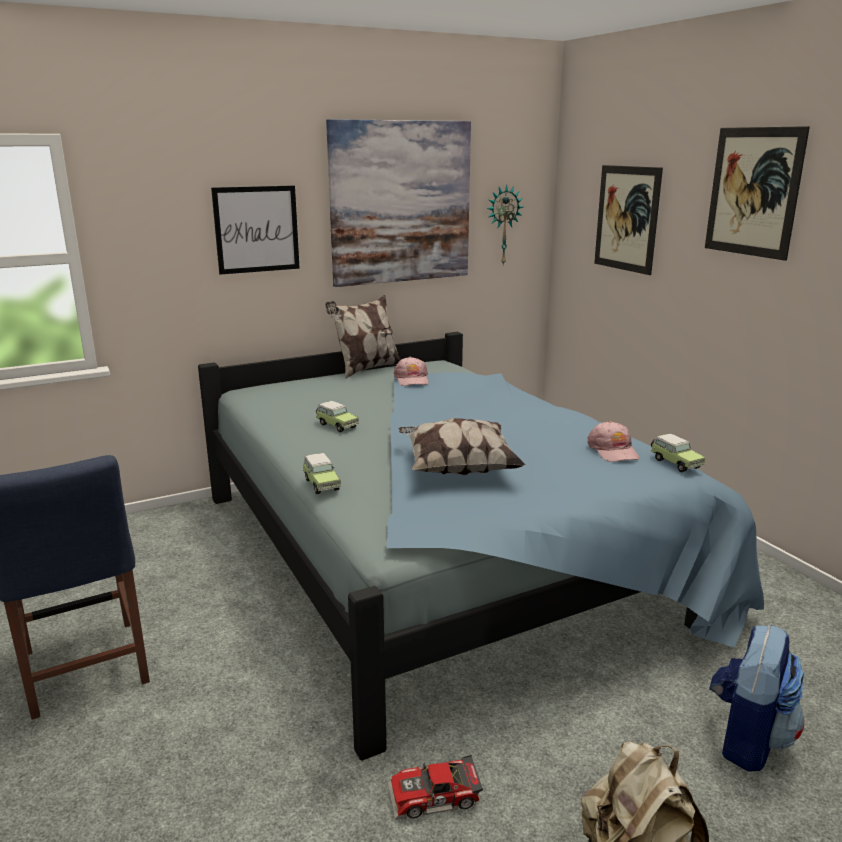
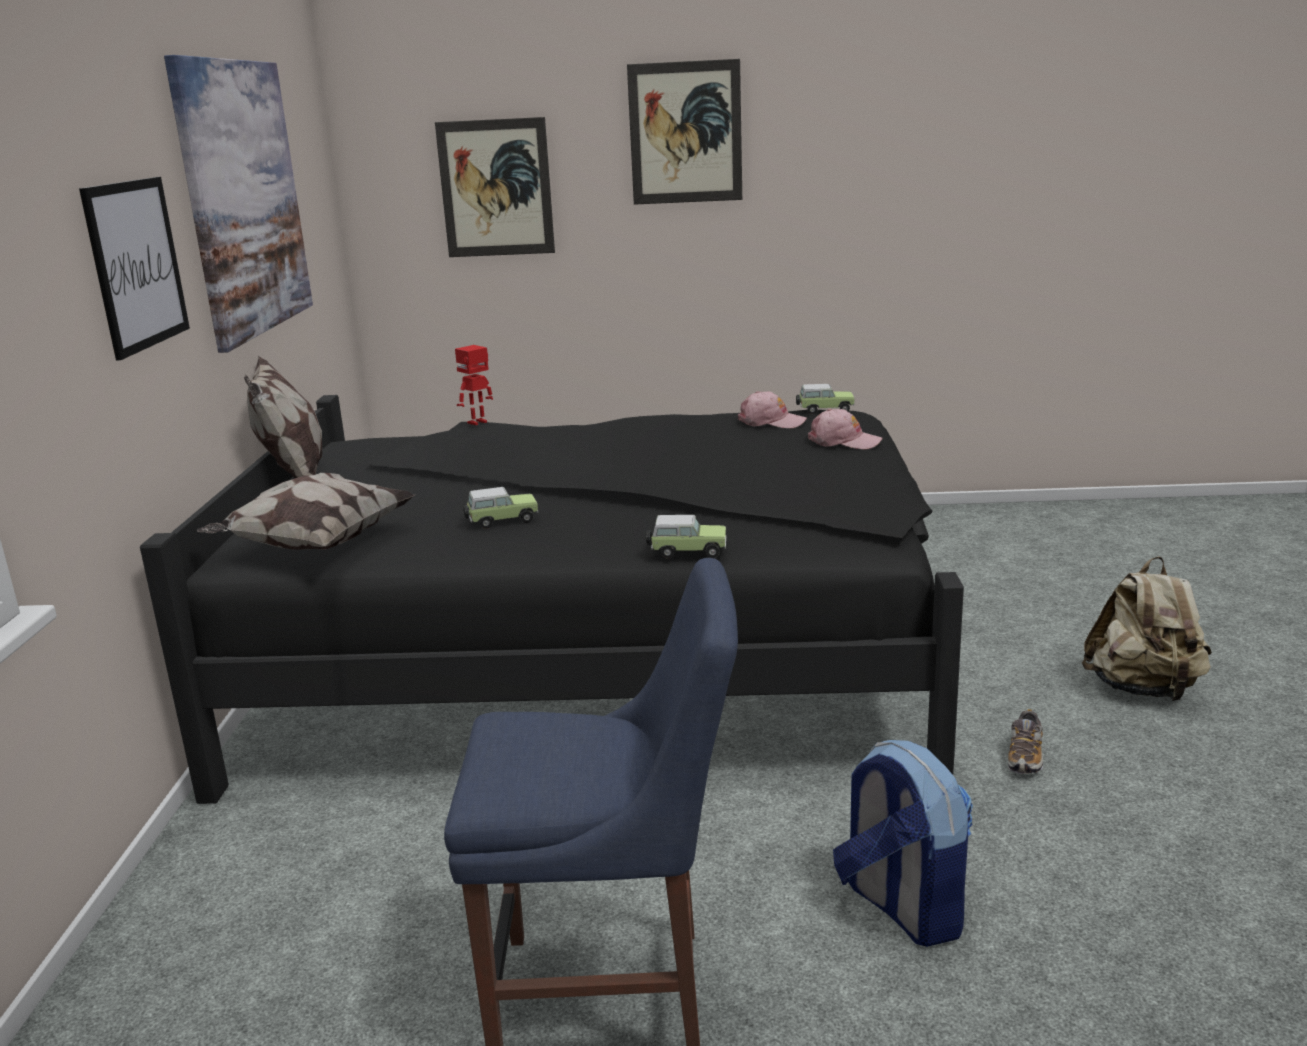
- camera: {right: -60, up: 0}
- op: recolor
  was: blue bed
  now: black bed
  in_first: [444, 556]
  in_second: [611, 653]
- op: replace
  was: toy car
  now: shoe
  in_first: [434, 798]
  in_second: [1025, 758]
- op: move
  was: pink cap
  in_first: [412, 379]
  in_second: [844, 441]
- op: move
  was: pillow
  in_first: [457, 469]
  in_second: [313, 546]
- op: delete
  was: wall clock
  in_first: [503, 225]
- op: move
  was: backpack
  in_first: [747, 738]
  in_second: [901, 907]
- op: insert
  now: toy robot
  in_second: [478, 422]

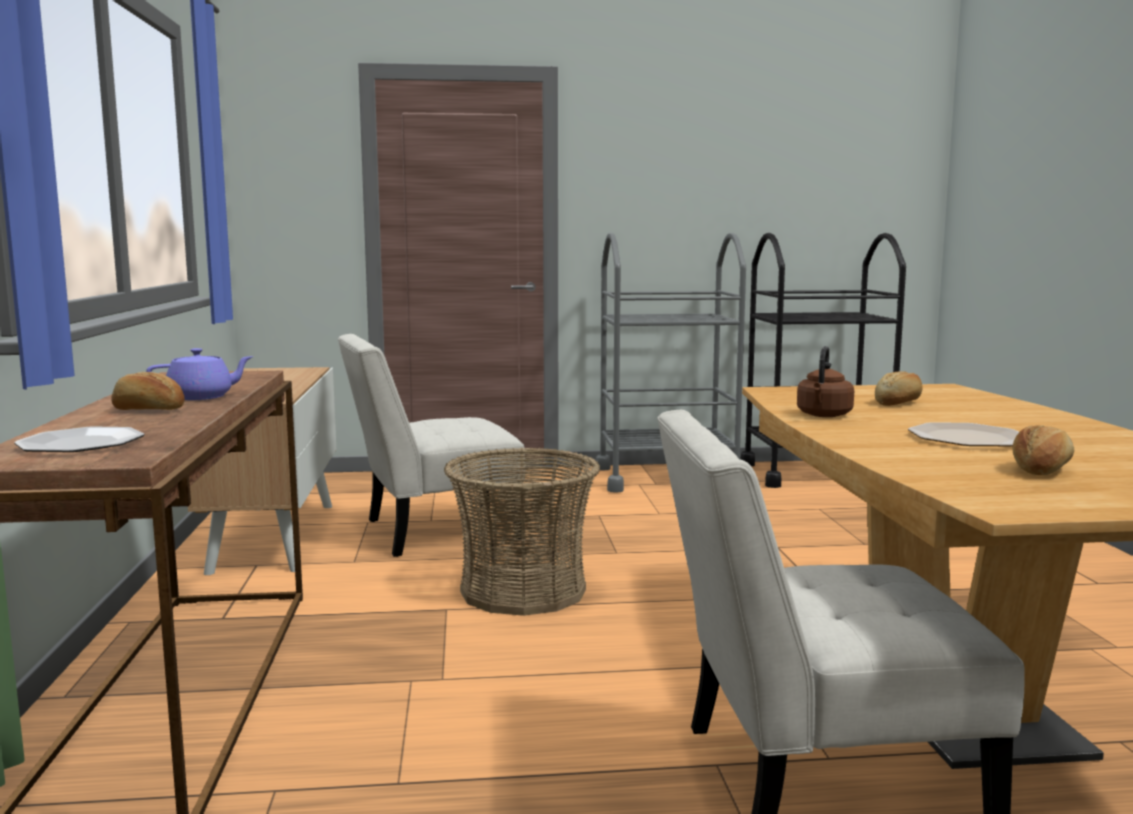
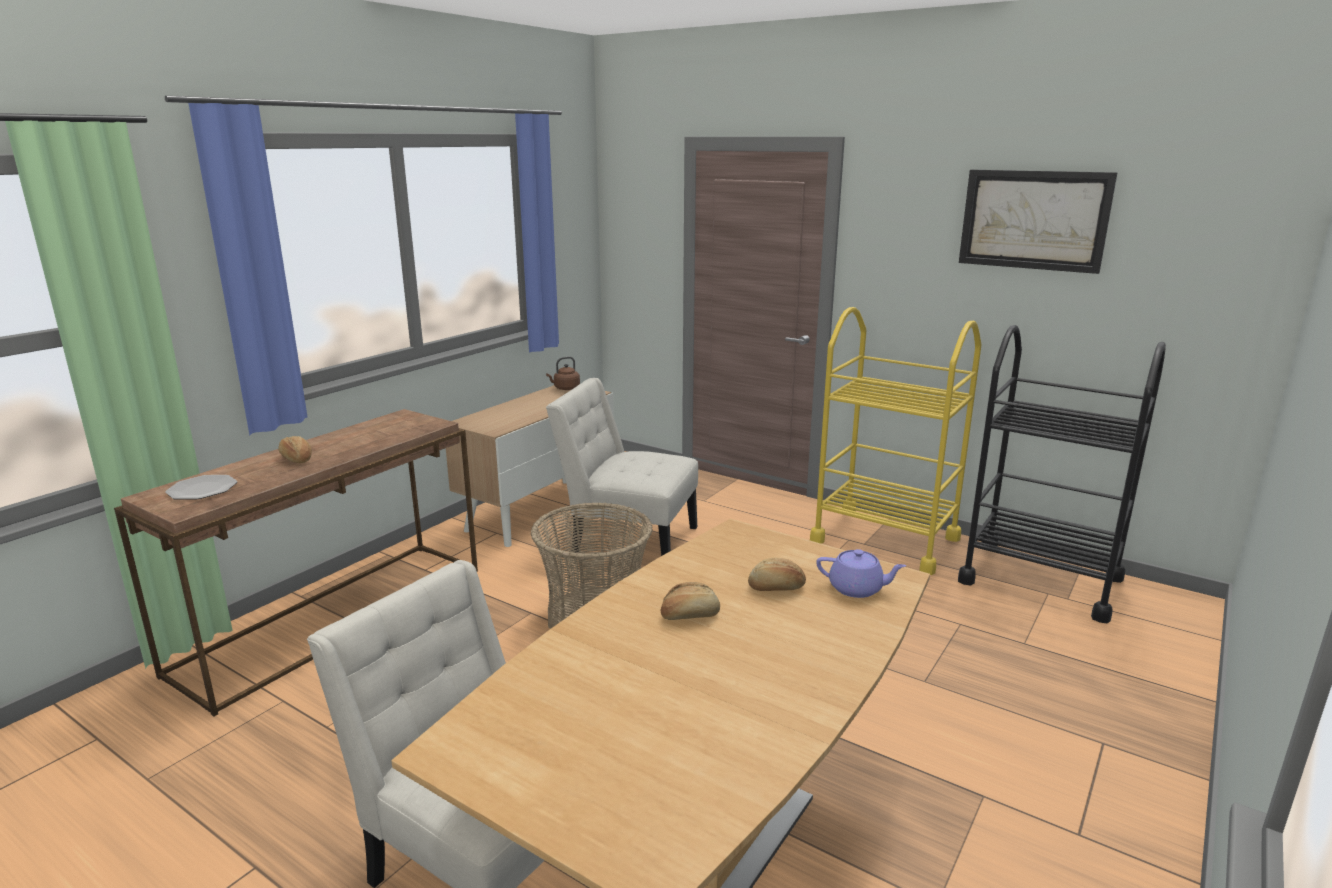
- camera: {right: 40, up: 10}
- op: move
  was: purple teapot
  in_first: [202, 397]
  in_second: [857, 589]
- op: recolor
  was: grey cart
  now: yellow cart
  in_first: [666, 478]
  in_second: [885, 539]
- op: move
  was: brown kettle
  in_first: [823, 415]
  in_second: [565, 388]
- op: delete
  was: plate
  in_first: [968, 438]
- op: move
  was: bread
  in_first: [1040, 470]
  in_second: [689, 615]
- op: insert
  now: picture
  in_second: [1033, 220]

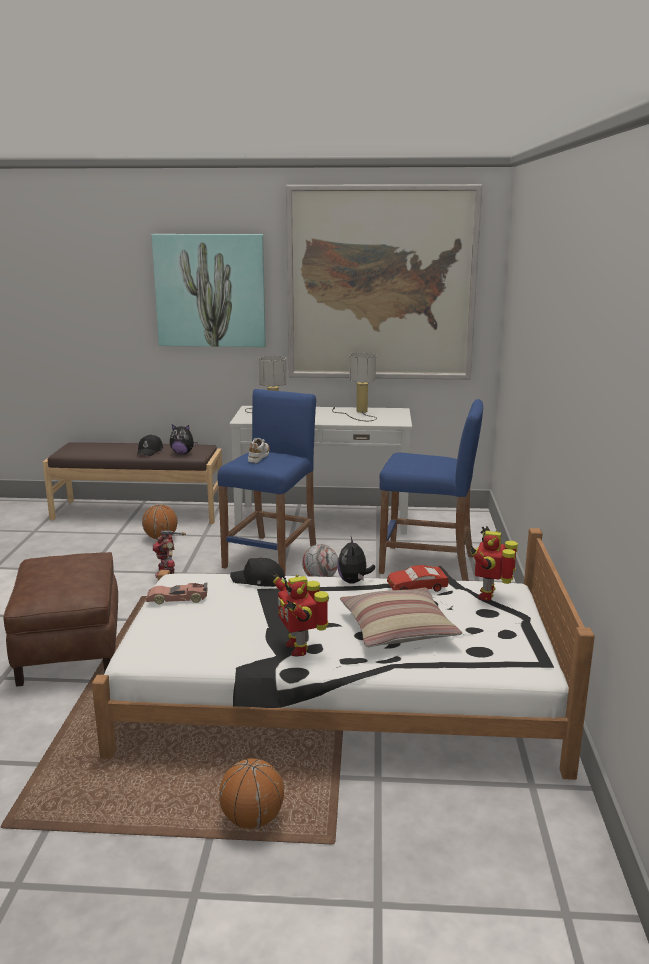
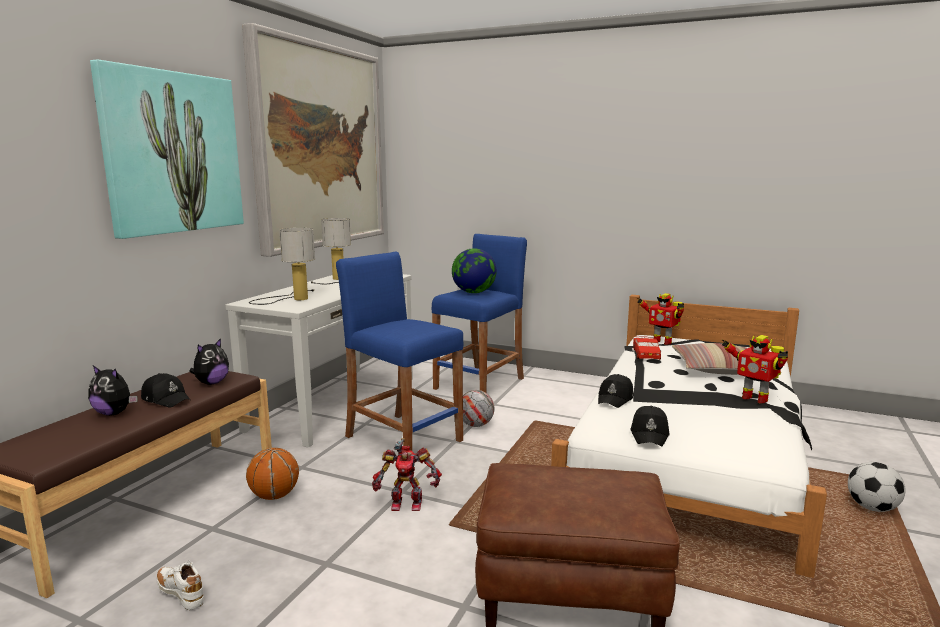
- camera: {right: -70, up: -5}
- op: replace
  was: toy car
  now: black cap
  in_first: [177, 599]
  in_second: [650, 434]
- op: replace
  was: basketball
  now: football
  in_first: [252, 819]
  in_second: [872, 508]
- op: move
  was: white shoe
  in_first: [259, 458]
  in_second: [181, 594]
- op: rotate
  was: toy robot
  in_first: [298, 648]
  in_second: [754, 398]
  clockwise: 45
- op: move
  was: plush toy
  in_first: [354, 581]
  in_second: [114, 413]
- op: insert
  now: globe
  in_second: [474, 292]

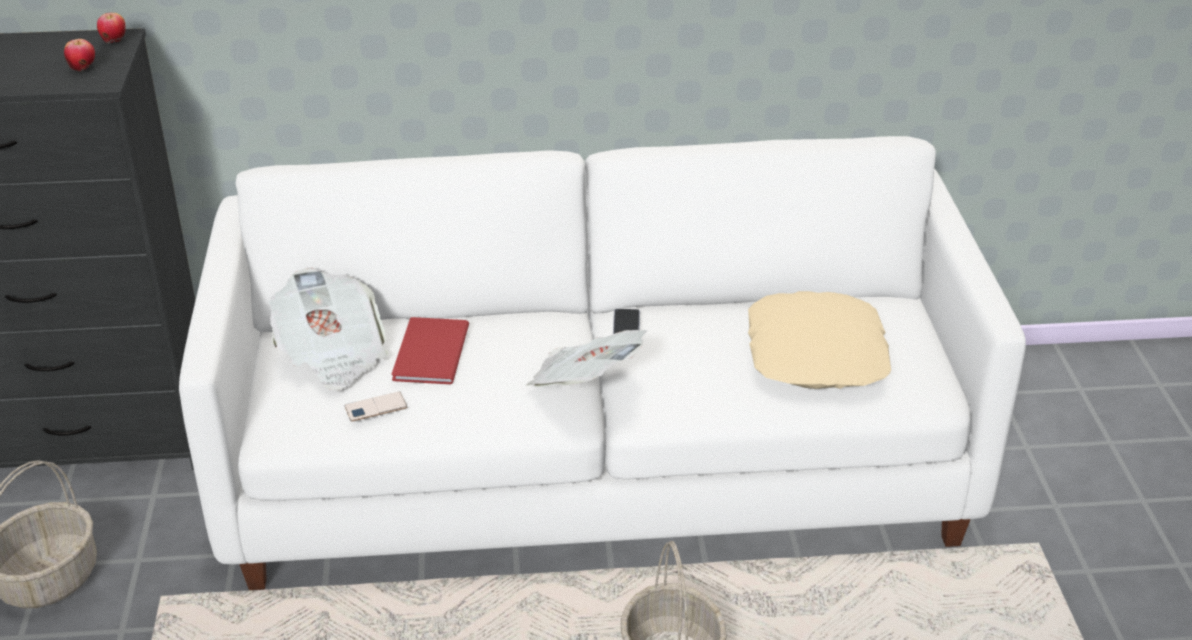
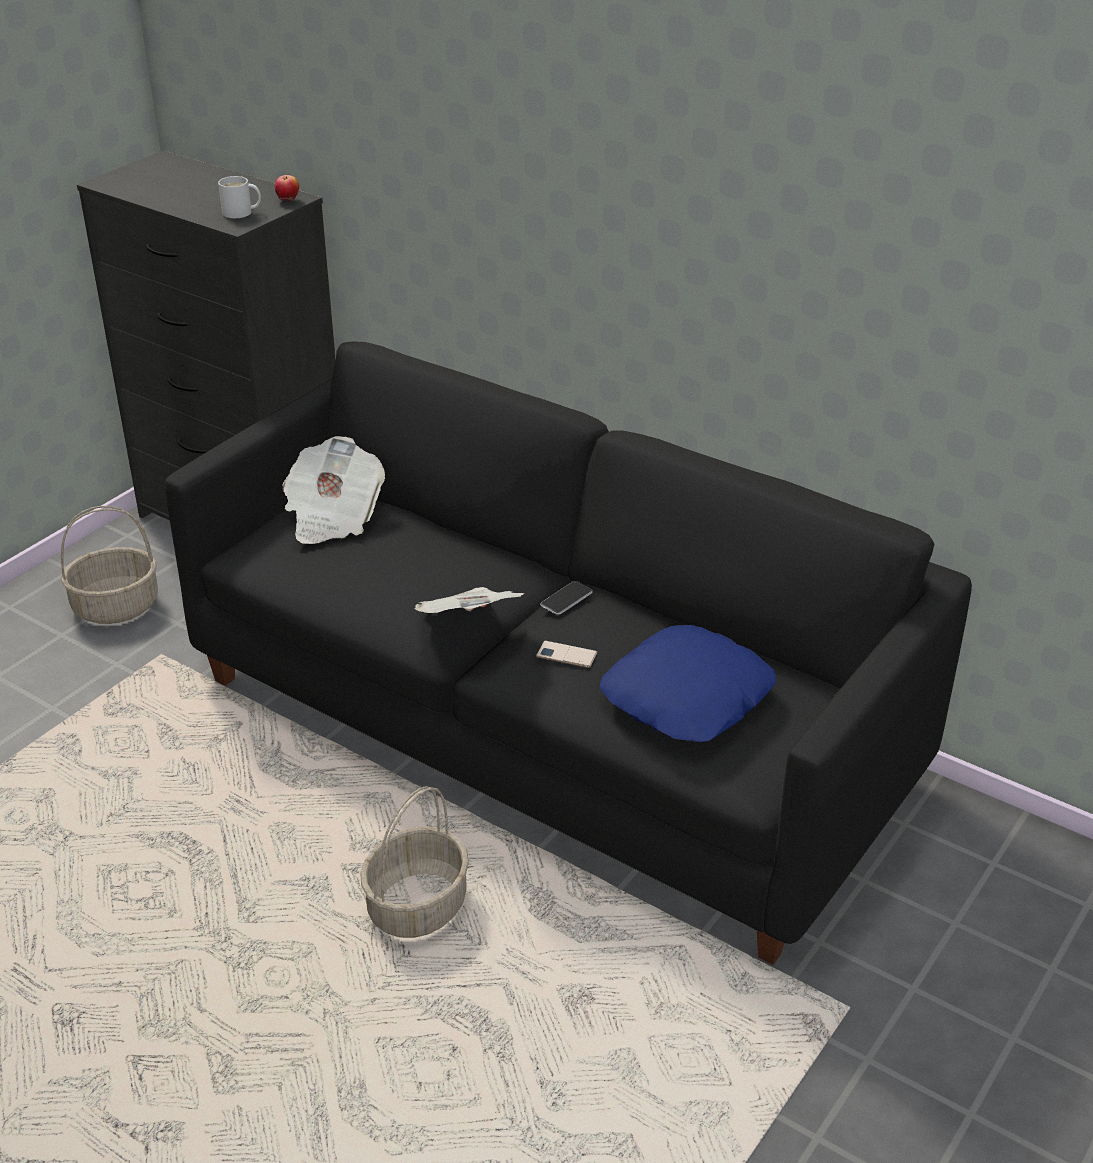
- camera: {right: 40, up: 0}
- op: replace
  was: apple
  now: white mug
  in_first: [83, 69]
  in_second: [240, 213]
- op: recolor
  was: white sofa
  now: black sofa
  in_first: [596, 467]
  in_second: [548, 728]
- op: move
  was: phone
  in_first: [376, 407]
  in_second: [566, 655]
- op: delete
  was: red book
  in_first: [428, 354]
- op: recolor
  was: beige pillow
  now: blue pillow
  in_first: [817, 354]
  in_second: [688, 698]

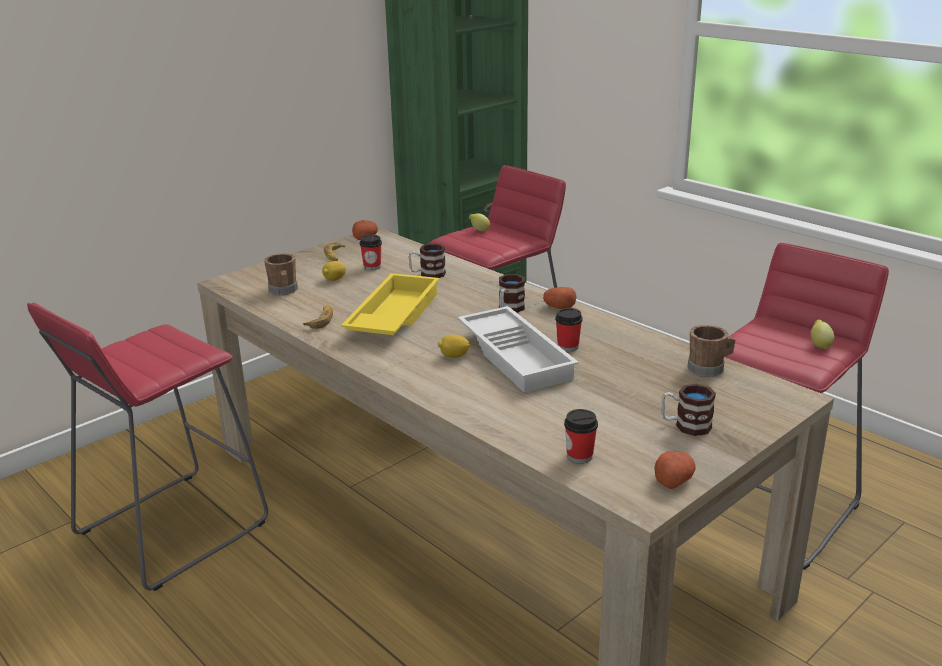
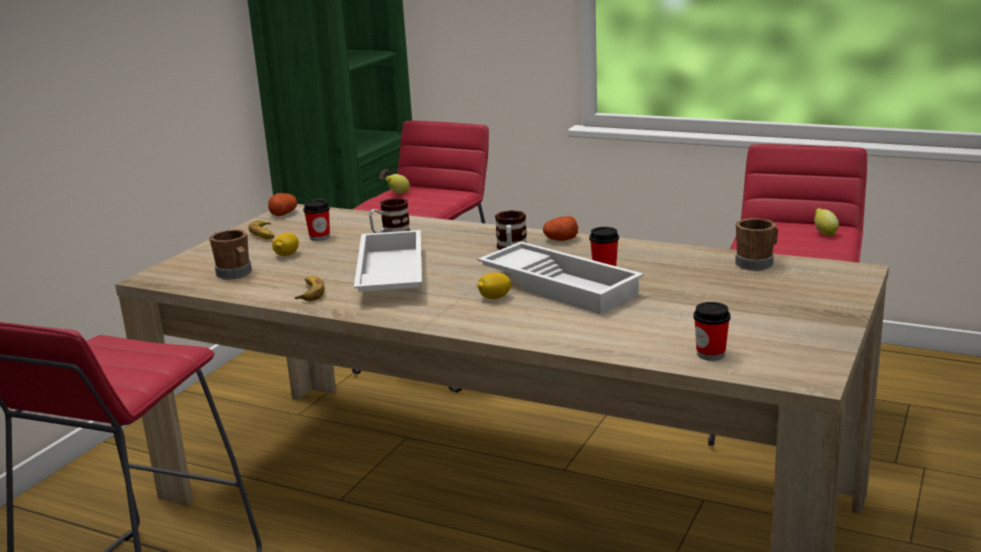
- camera: {right: -20, up: -5}
- op: recolor
  was: yellow tray
  now: white tray
  in_first: [392, 316]
  in_second: [389, 275]
- op: delete
  was: potato
  in_first: [673, 480]
- op: delete
  was: mug
  in_first: [685, 426]

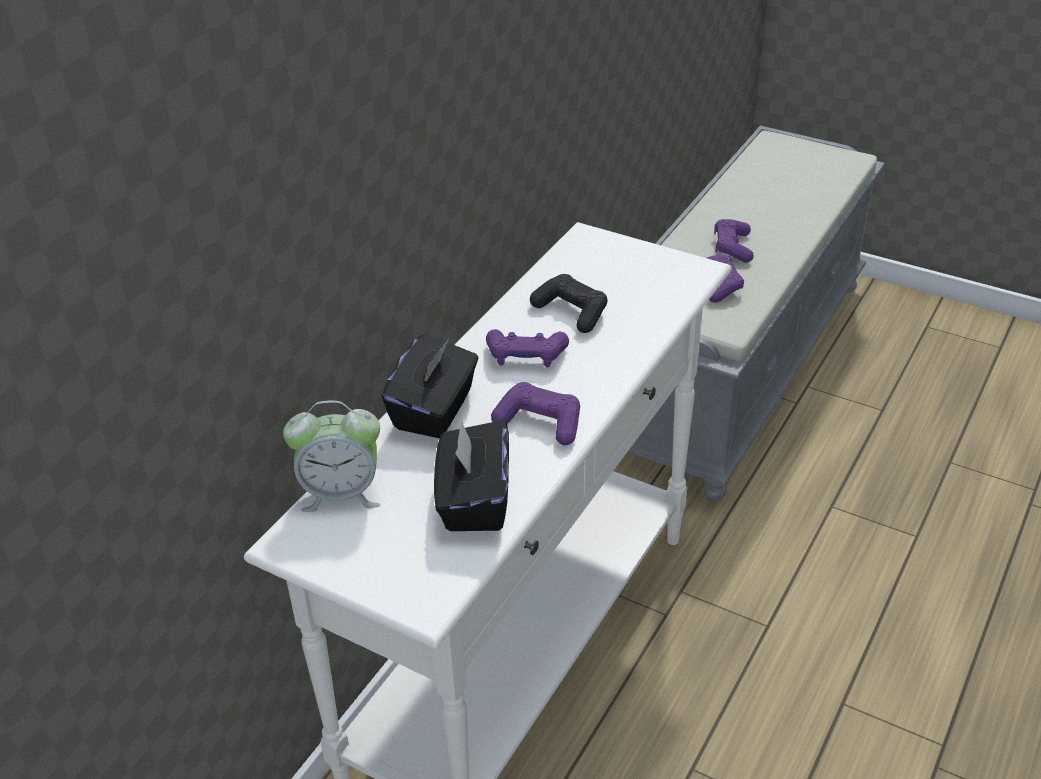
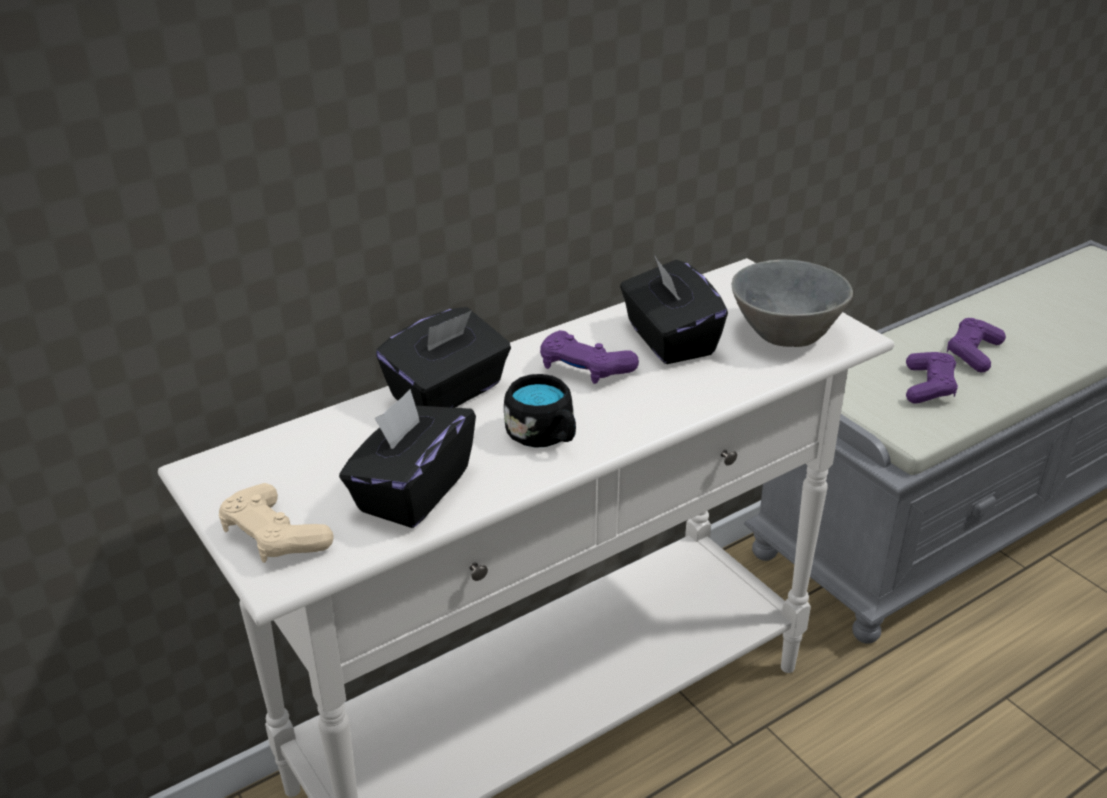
- camera: {right: 25, up: -5}
- op: delete
  was: alarm clock
  in_first: [341, 493]
- op: replace
  was: purple game controller
  now: black mug
  in_first: [540, 423]
  in_second: [545, 436]
- op: replace
  was: black game controller
  now: black tissue box
  in_first: [571, 312]
  in_second: [669, 340]
- op: insert
  now: beige game controller
  in_second: [274, 537]
- op: insert
  now: grey bowl
  in_second: [785, 332]

